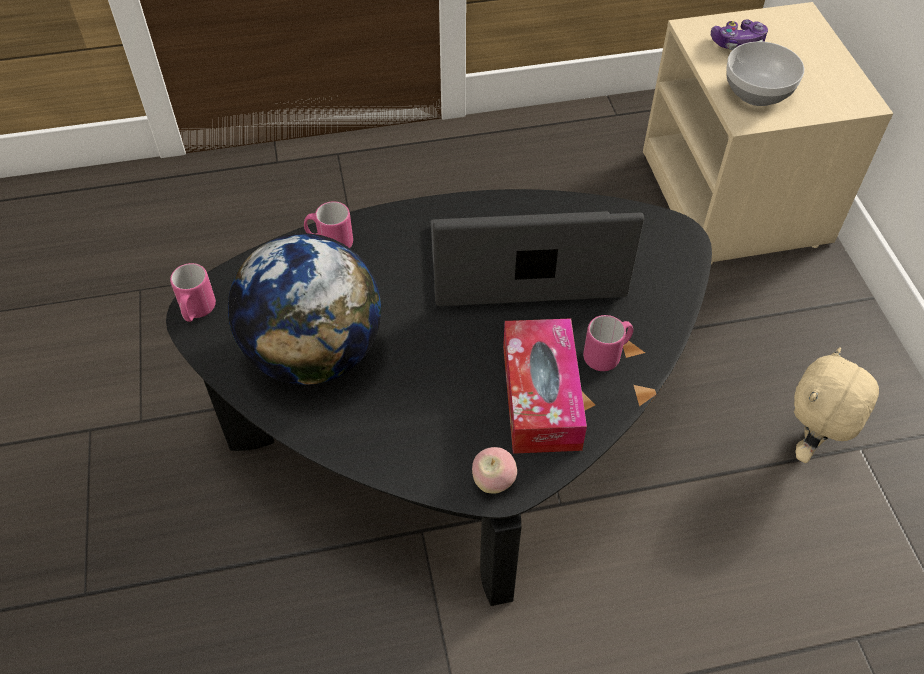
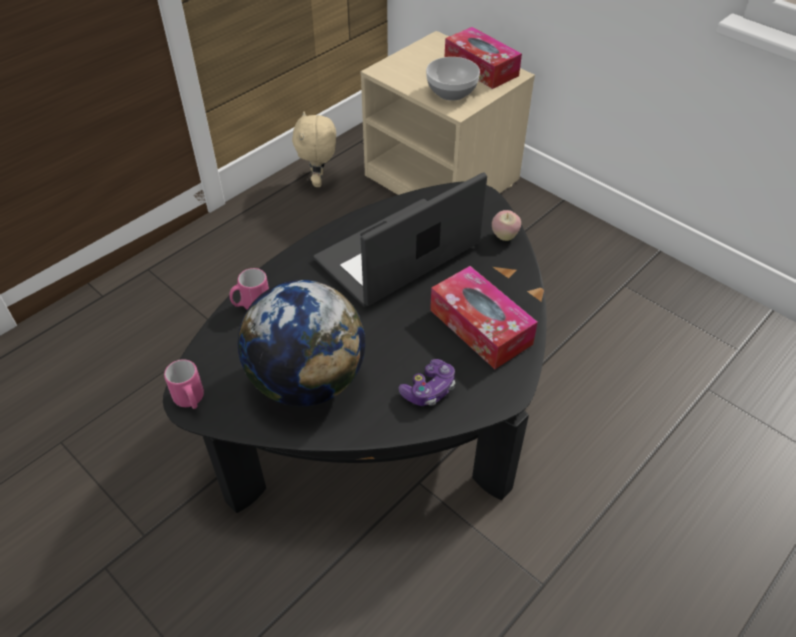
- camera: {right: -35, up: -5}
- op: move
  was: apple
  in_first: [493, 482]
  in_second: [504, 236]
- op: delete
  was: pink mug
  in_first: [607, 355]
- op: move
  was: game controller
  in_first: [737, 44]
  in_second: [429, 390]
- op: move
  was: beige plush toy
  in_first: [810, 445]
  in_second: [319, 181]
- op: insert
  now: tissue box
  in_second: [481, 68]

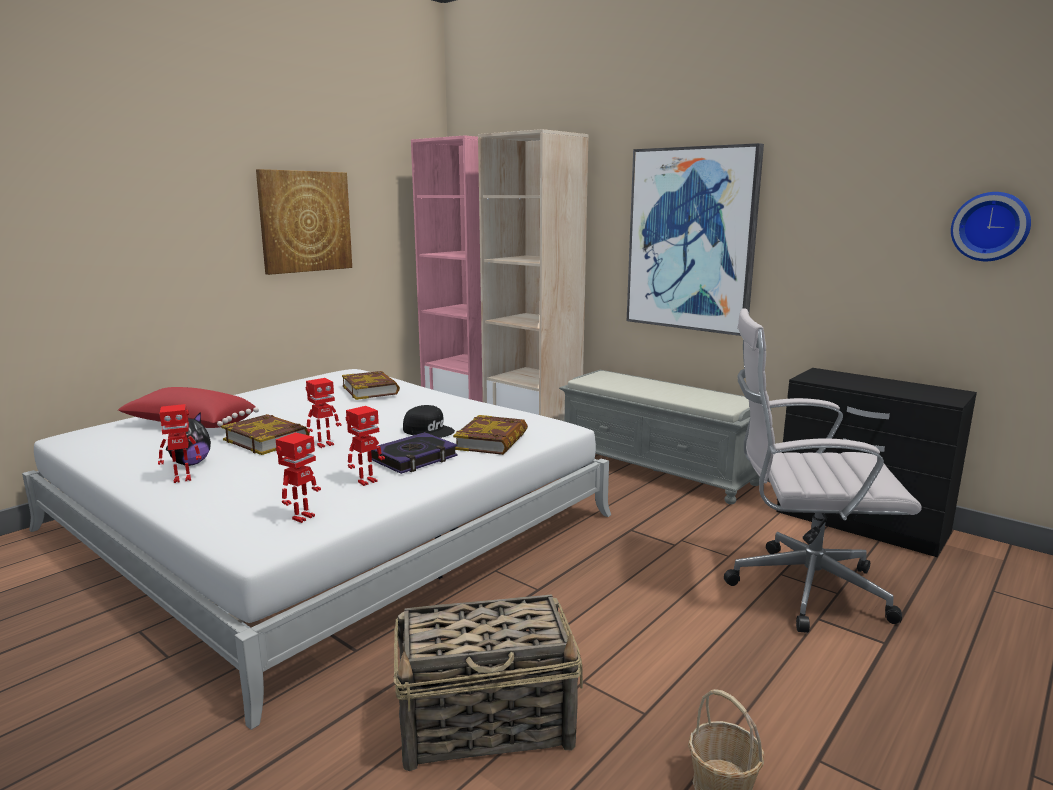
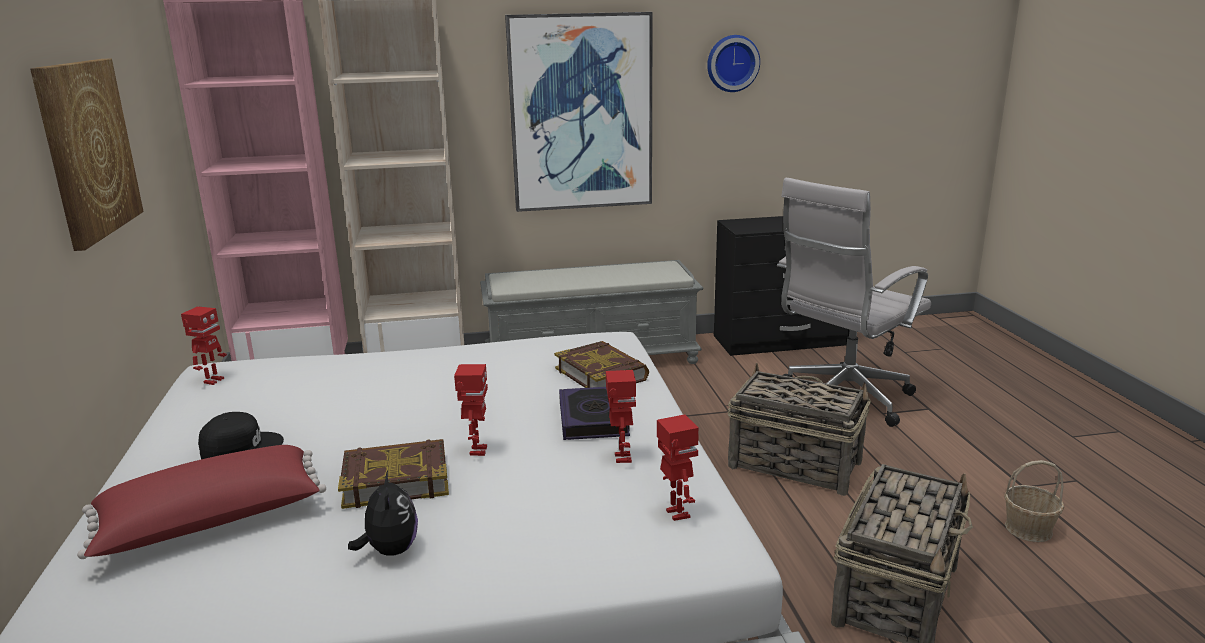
- camera: {right: -50, up: 5}
- op: move
  was: toy robot
  in_first: [182, 479]
  in_second: [212, 381]
- op: delete
  was: book
  in_first: [371, 390]
- op: move
  was: black cap
  in_first: [429, 430]
  in_second: [241, 447]
- op: move
  was: wall clock
  in_first: [990, 226]
  in_second: [732, 63]
- op: insert
  now: basket
  in_second: [793, 464]

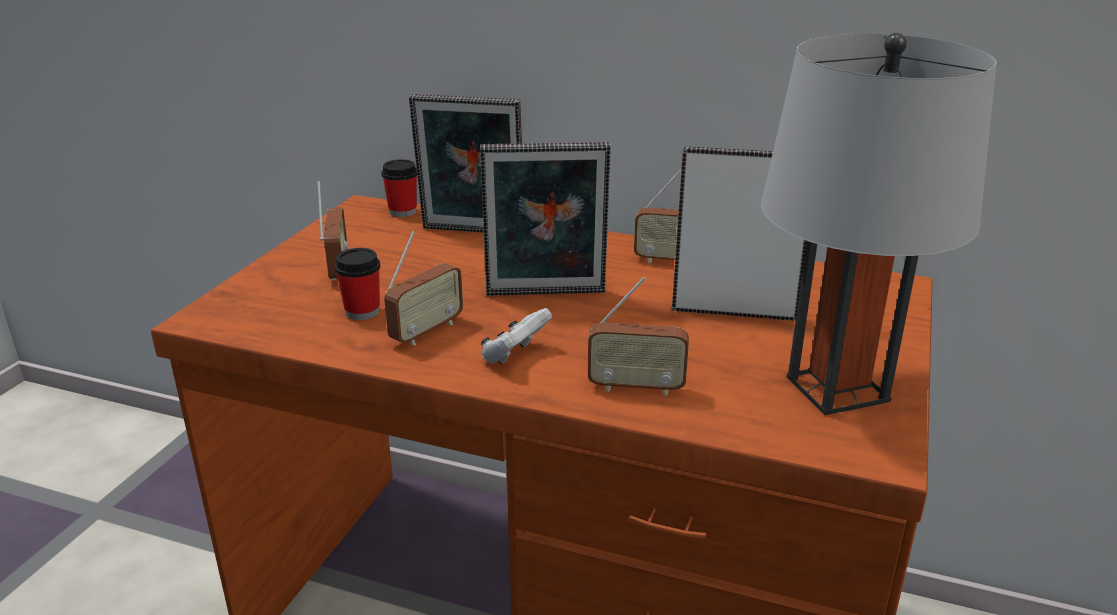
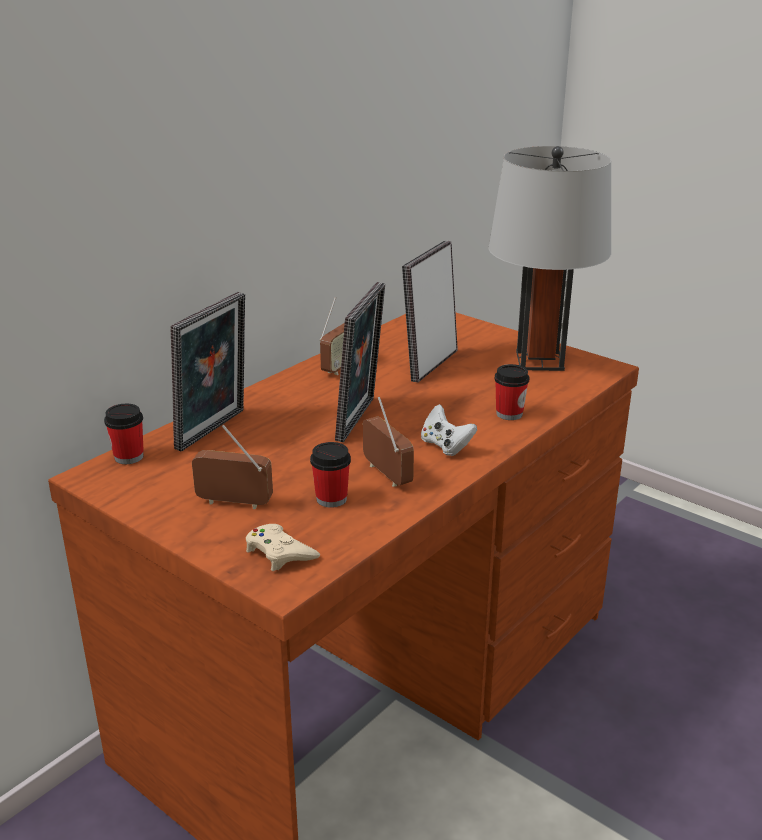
- camera: {right: -70, up: 0}
- op: replace
  was: radio
  now: cup
  in_first: [636, 387]
  in_second: [509, 414]
- op: insert
  now: beige game controller
  in_second: [279, 553]

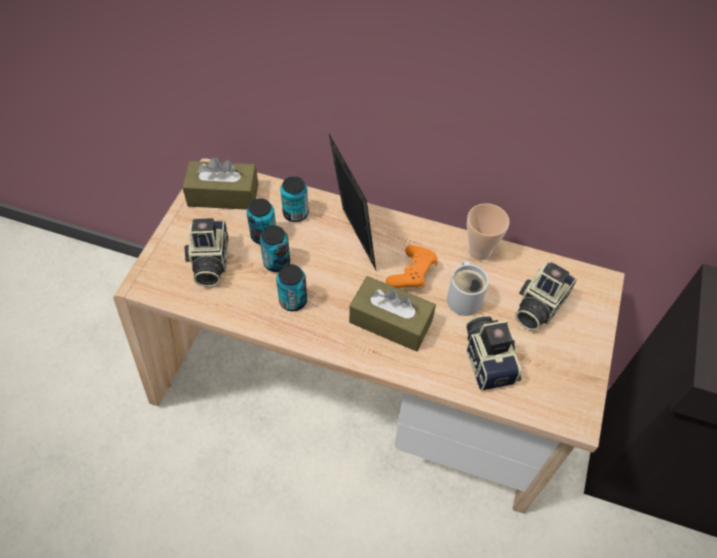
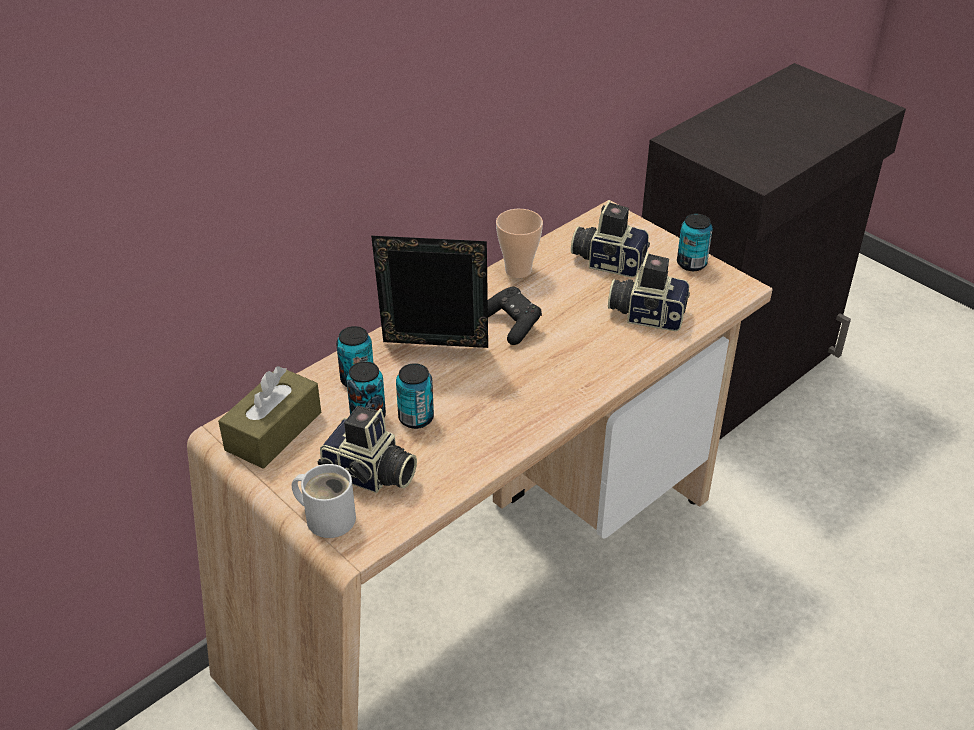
- camera: {right: -60, up: -15}
- op: move
  was: can
  in_first: [293, 301]
  in_second: [691, 264]
- op: delete
  was: brown tissue box
  in_first: [390, 321]
- op: recolor
  was: orange game controller
  now: black game controller
  in_first: [412, 274]
  in_second: [512, 324]
- op: move
  was: white mug
  in_first: [465, 297]
  in_second: [327, 516]
- op: rotate
  was: photo camera
  in_first: [538, 306]
  in_second: [608, 261]
  clockwise: 135

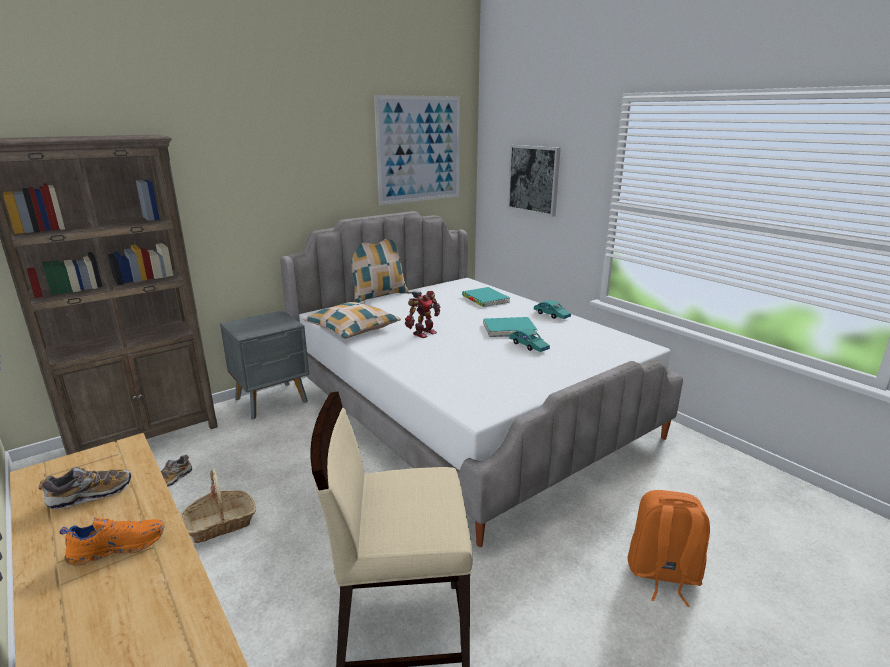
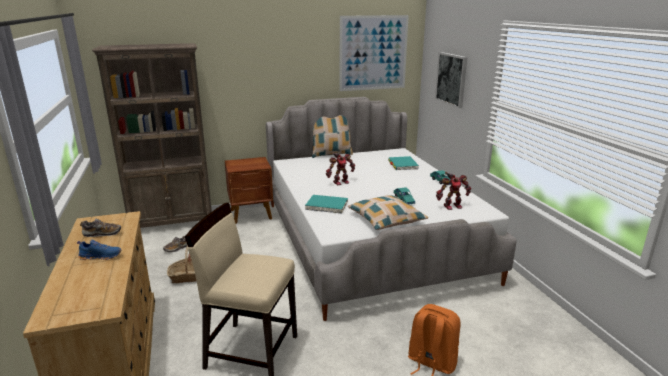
- camera: {right: 20, up: 0}
- op: recolor
  was: orange shoe
  now: blue shoe
  in_first: [118, 546]
  in_second: [101, 256]
- op: recolor
  was: grey nightstand
  now: brown nightstand
  in_first: [273, 400]
  in_second: [251, 215]
- op: move
  was: pillow
  in_first: [353, 328]
  in_second: [386, 219]
- op: move
  was: turquoise book
  in_first: [509, 329]
  in_second: [327, 206]
- op: insert
  now: toy robot
  in_second: [452, 206]

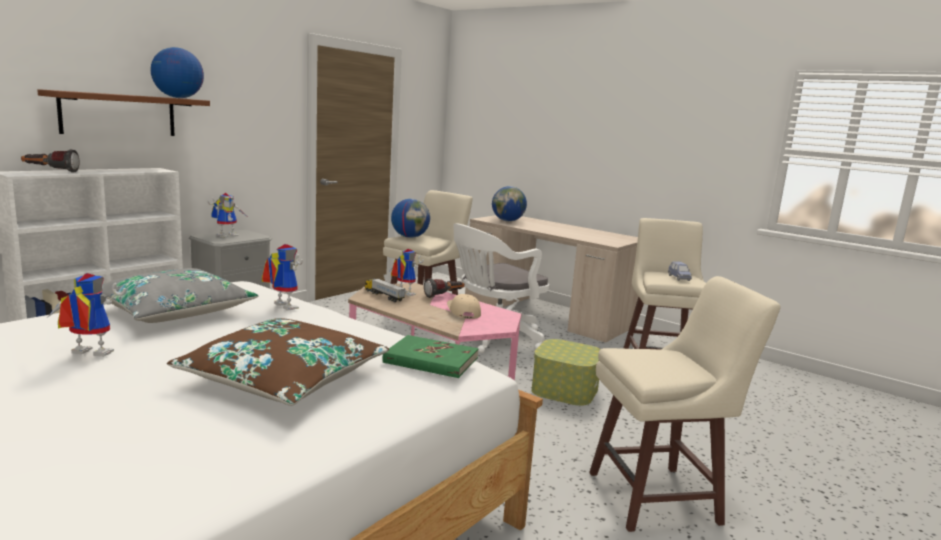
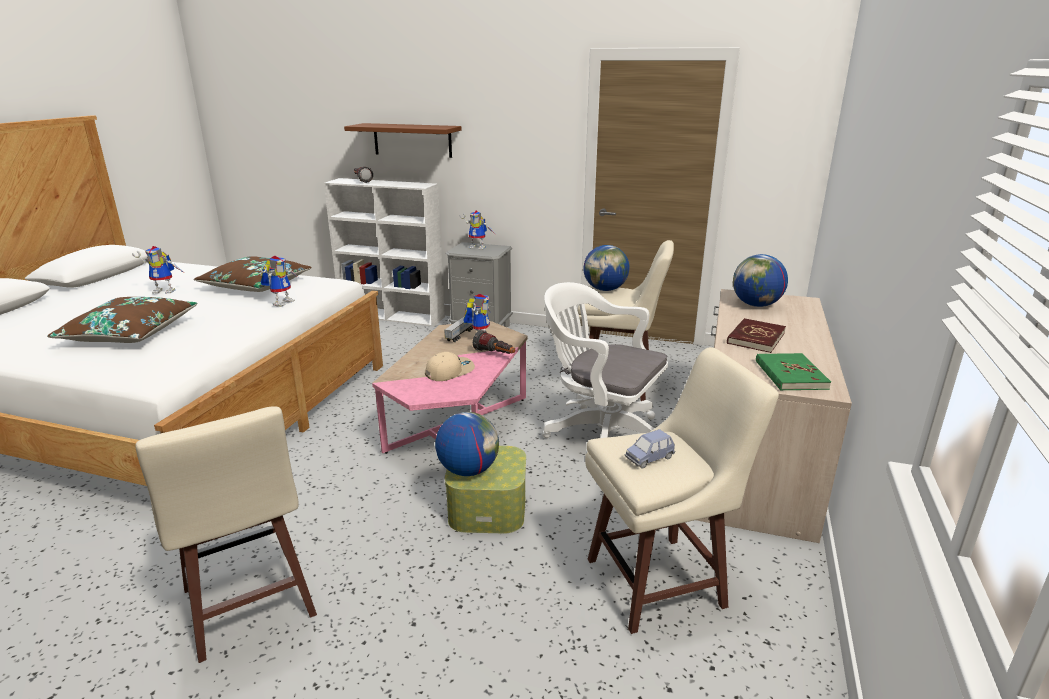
- camera: {right: 70, up: 10}
- op: rotate
  was: toy robot
  in_first: [86, 354]
  in_second: [167, 290]
  clockwise: 105
- op: recolor
  was: grey pillow
  now: brown pillow
  in_first: [174, 311]
  in_second: [256, 285]
- op: move
  was: globe
  in_first: [178, 98]
  in_second: [468, 470]
- op: move
  was: green book
  in_first: [431, 360]
  in_second: [790, 375]
- op: insert
  now: red book
  in_second: [755, 338]

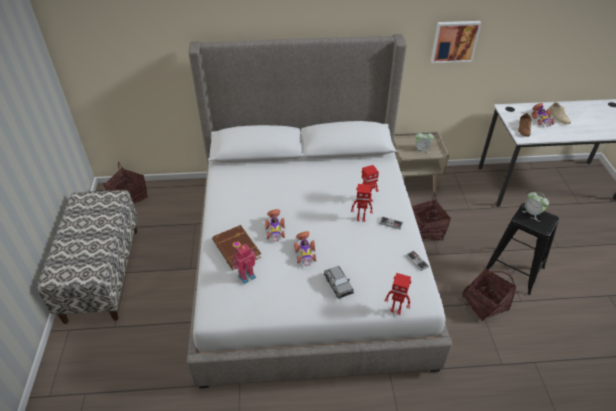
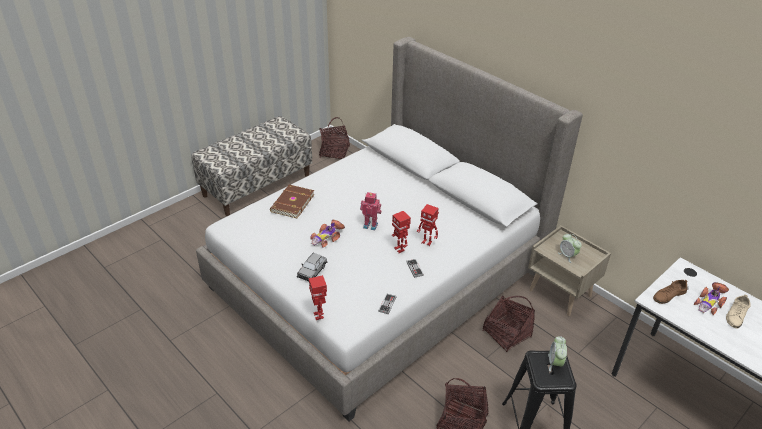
- camera: {right: 50, up: -5}
- op: move
  was: toy robot
  in_first: [246, 276]
  in_second: [370, 225]
- op: delete
  was: toy car
  in_first: [275, 229]
- op: delete
  was: picture
  in_first: [454, 41]

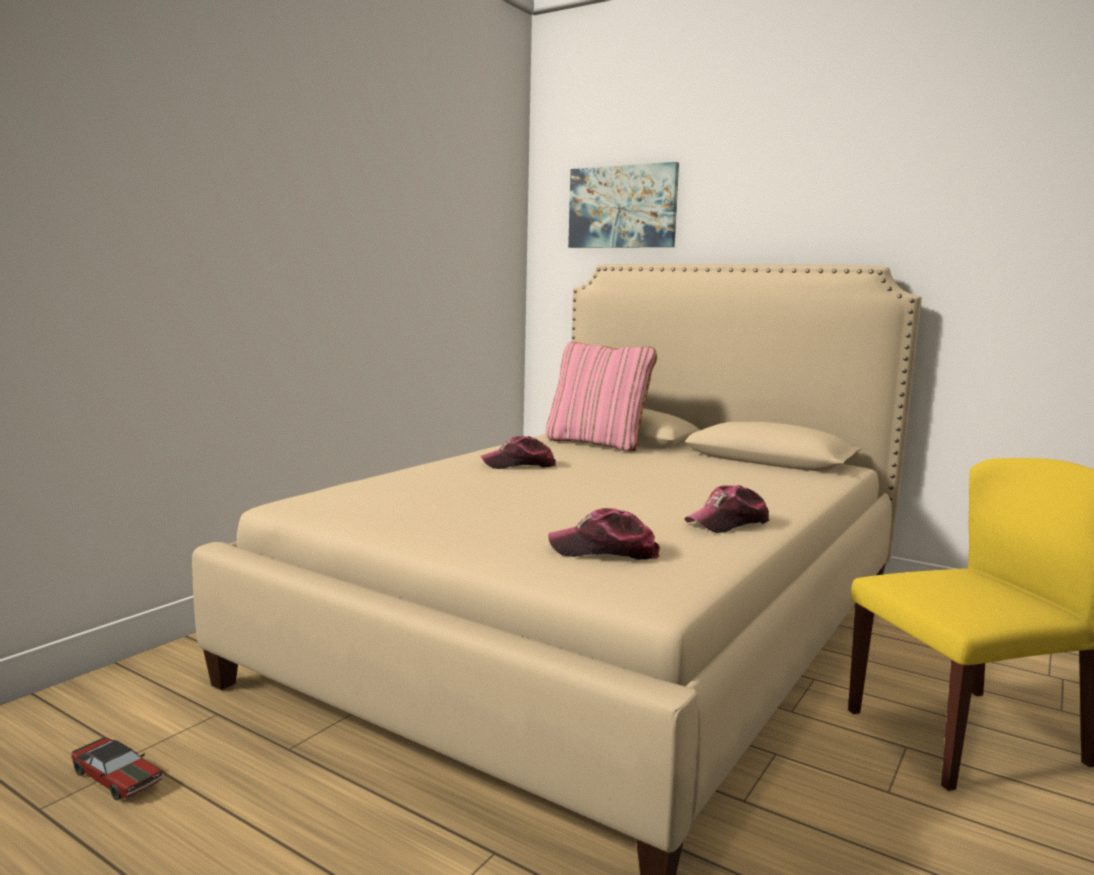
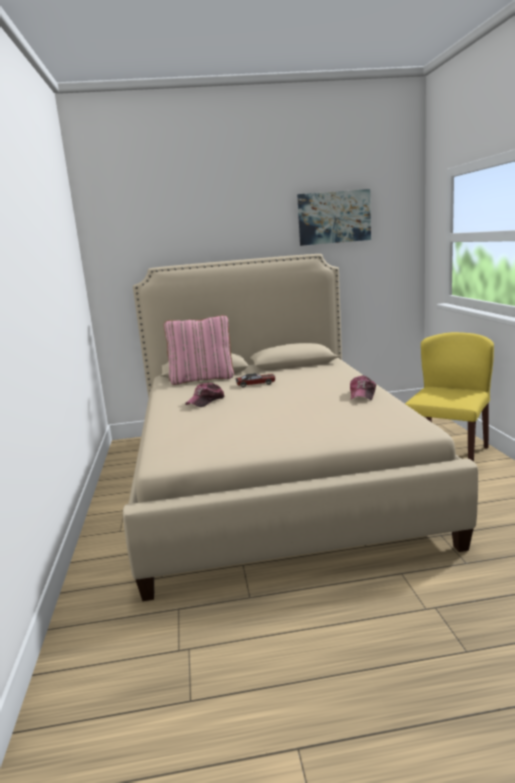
- camera: {right: -40, up: 5}
- op: move
  was: toy car
  in_first: [117, 778]
  in_second: [256, 384]
- op: delete
  was: cap
  in_first: [604, 551]
- op: move
  was: picture
  in_first: [622, 207]
  in_second: [334, 217]

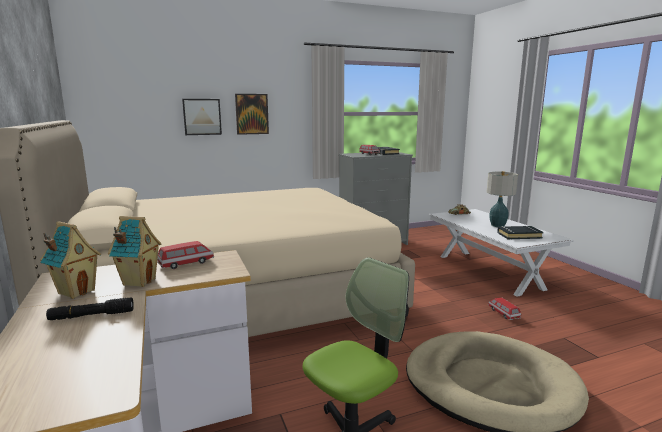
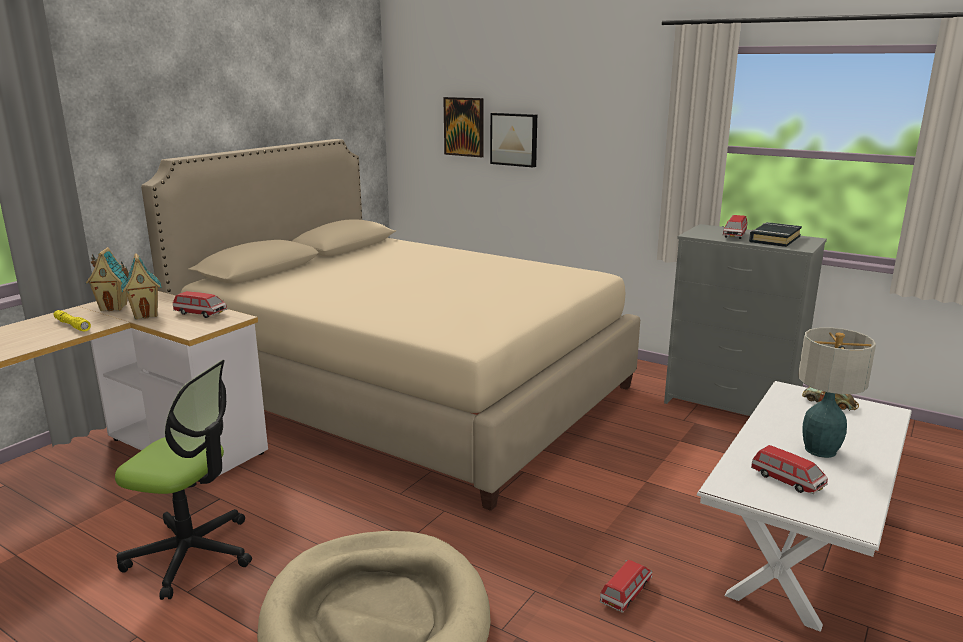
- camera: {right: 55, up: 5}
- op: recolor
  was: black flashlight
  now: yellow flashlight
  in_first: [92, 316]
  in_second: [72, 325]
- op: move
  was: picture
  in_first: [252, 114]
  in_second: [464, 126]
- op: replace
  was: black book
  now: toy car
  in_first: [519, 235]
  in_second: [787, 481]

